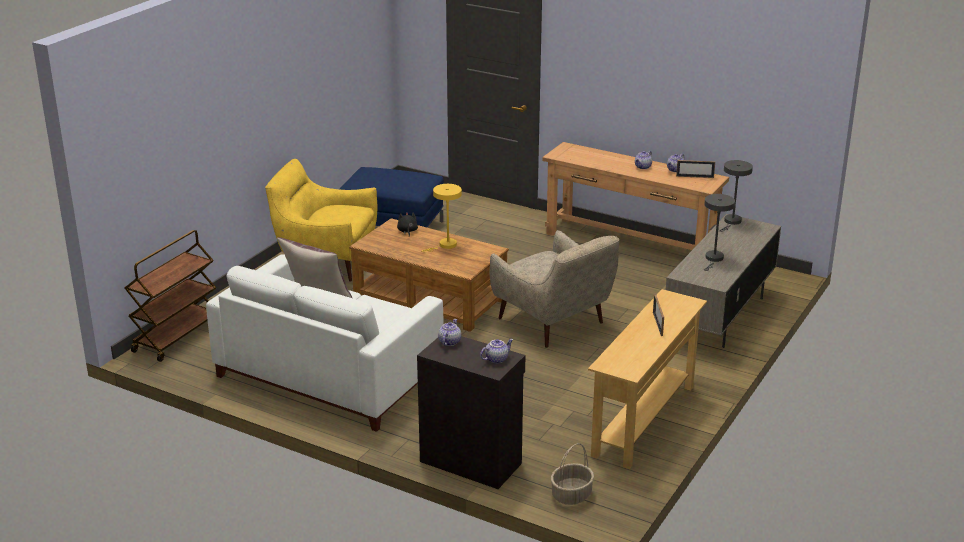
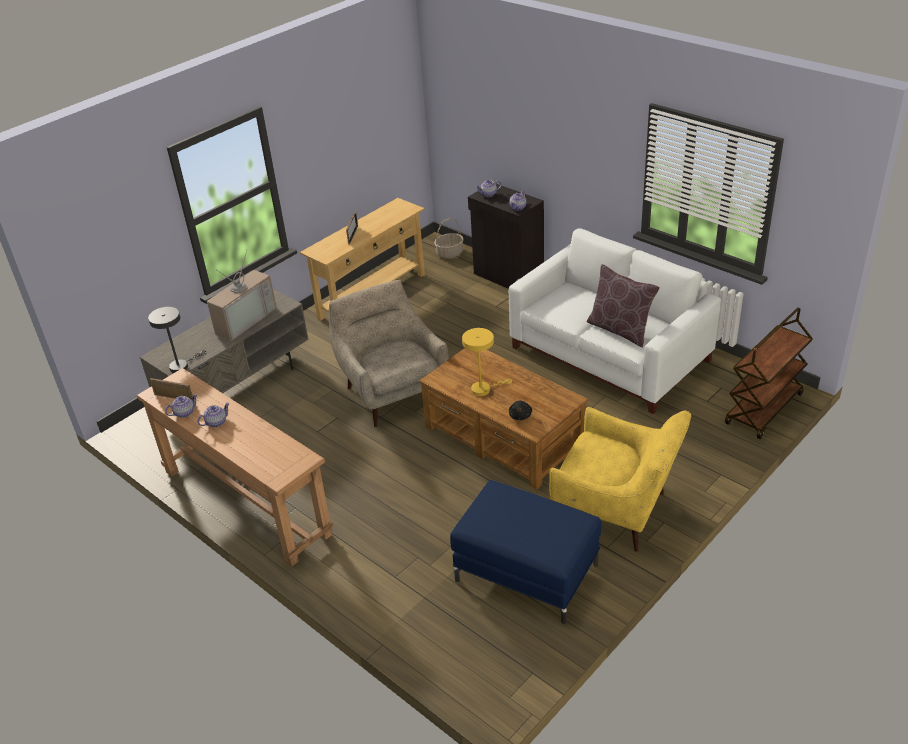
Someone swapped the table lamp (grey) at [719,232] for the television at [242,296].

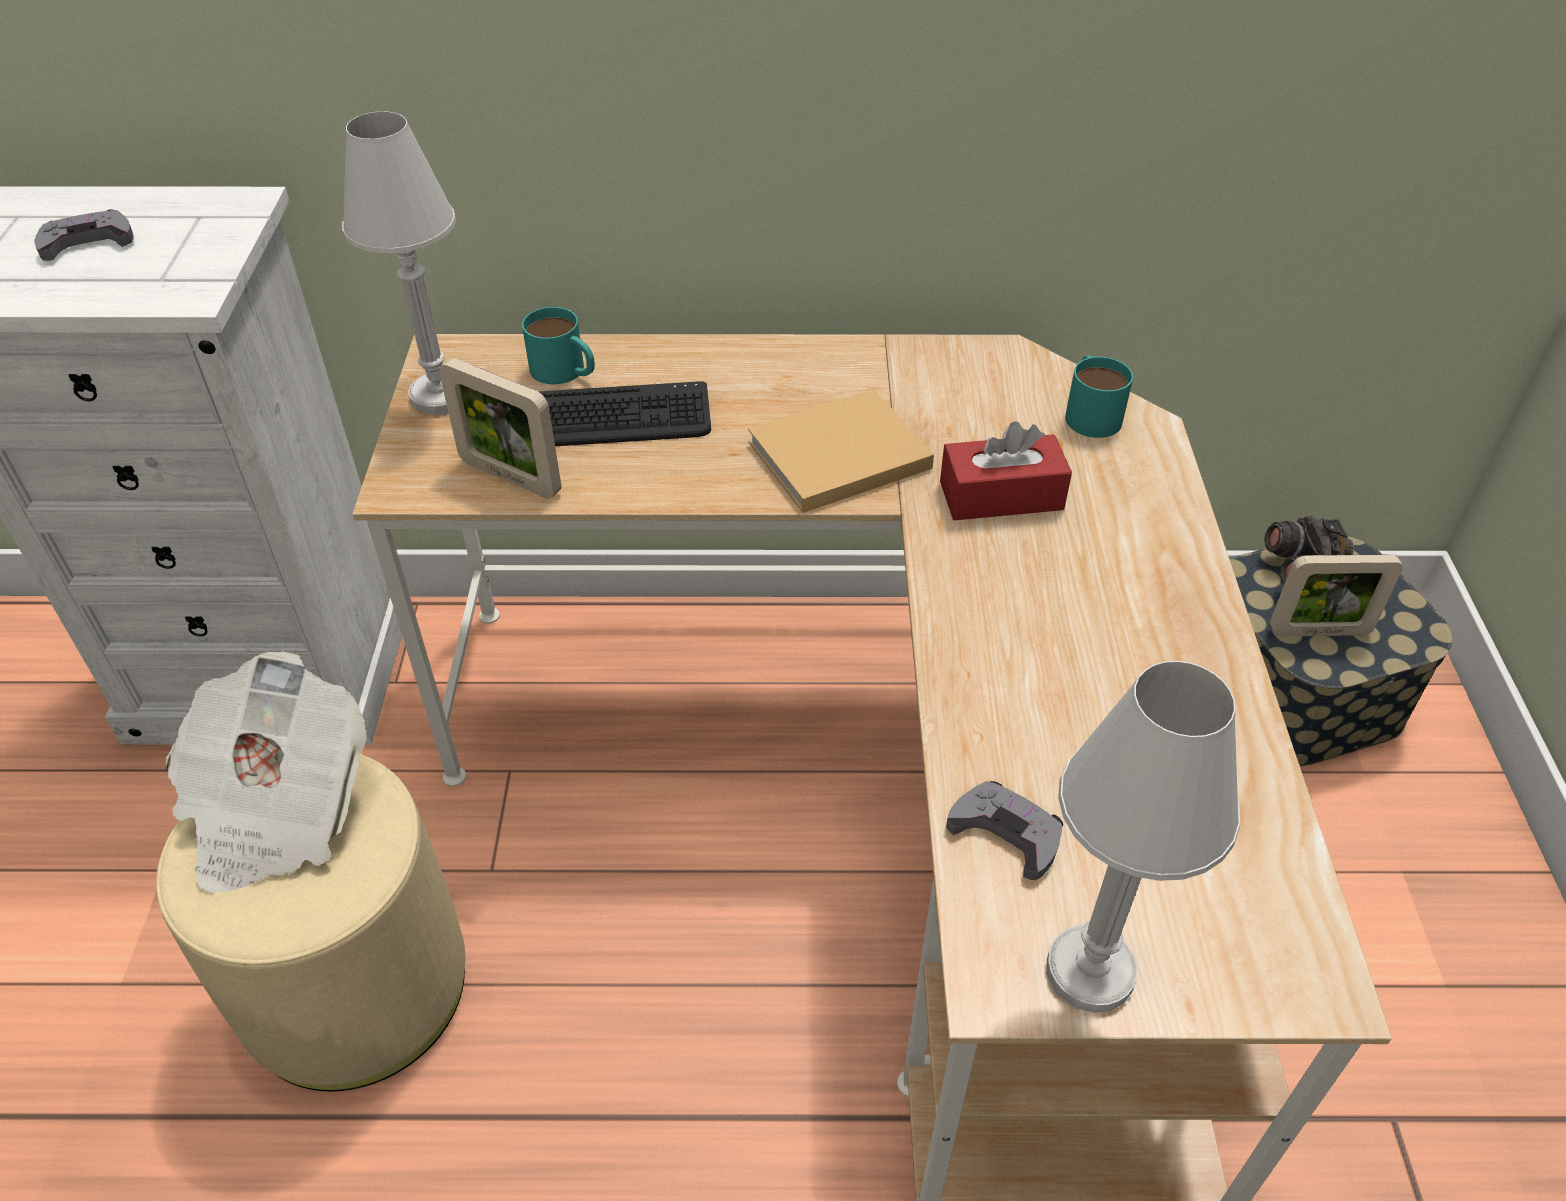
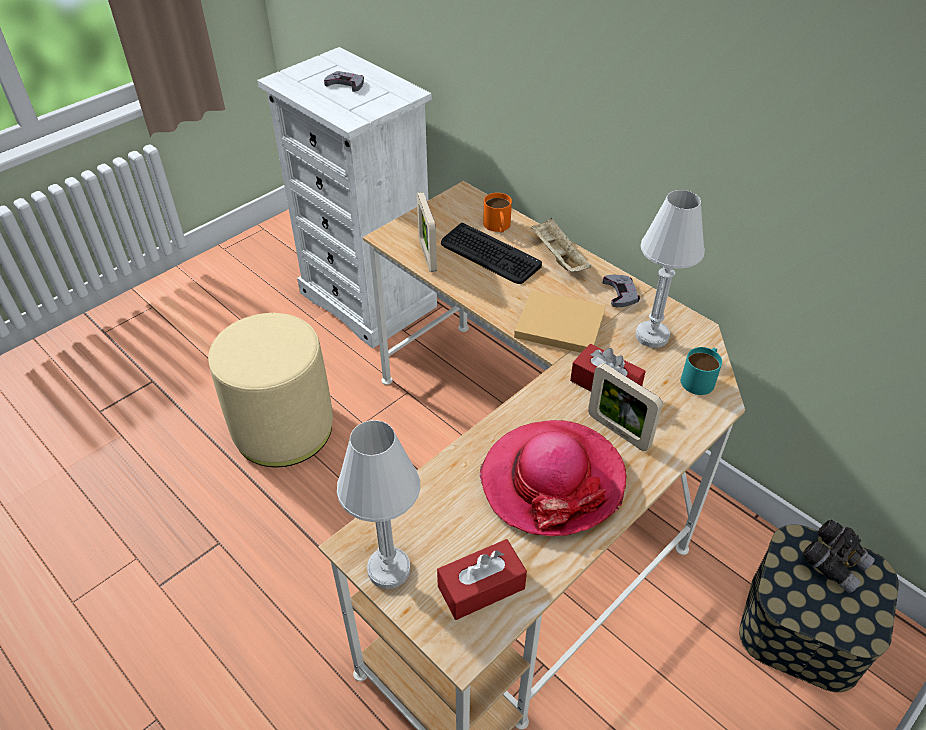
Someone carried the table lamp (white) from [399,263] to [670,269]. Someone repainted the mug (turquoise) at [558,345], which became the mug (orange) at [497,212]. Someone carried the picture frame from [1336,595] to [625,407]. Someone took away the newspaper at [266,772]. Someone carried the game controller (grey) from [1004,830] to [621,291]. Someone put down the tray (beige) at [561,245]. Someone put down the hat at [552,478]. Someone put down the tissue box (red) at [482,579].

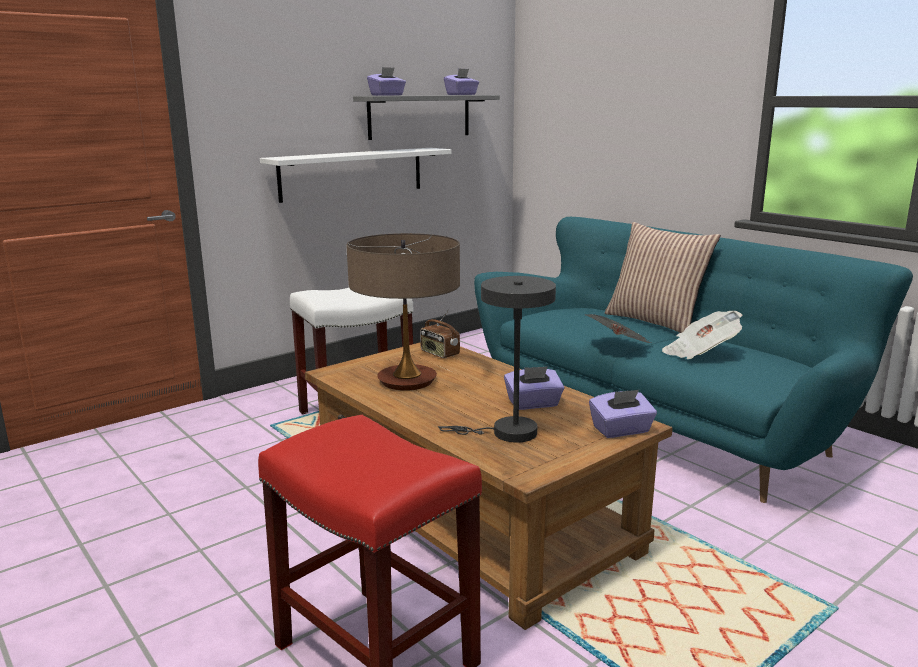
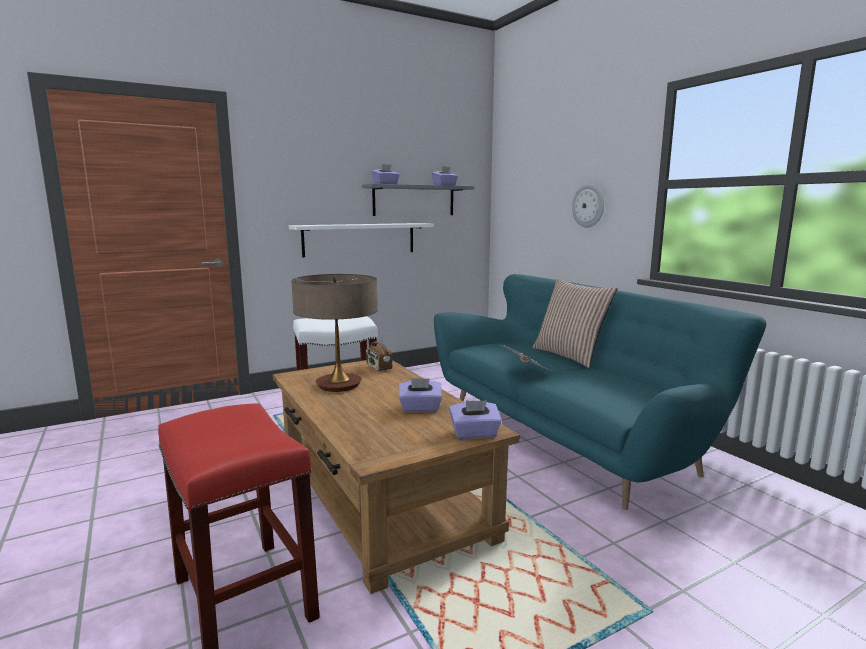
Someone took away the table lamp (grey) at [497,359]. Someone took away the newspaper at [702,335]. Someone put up the wall clock at [588,206].

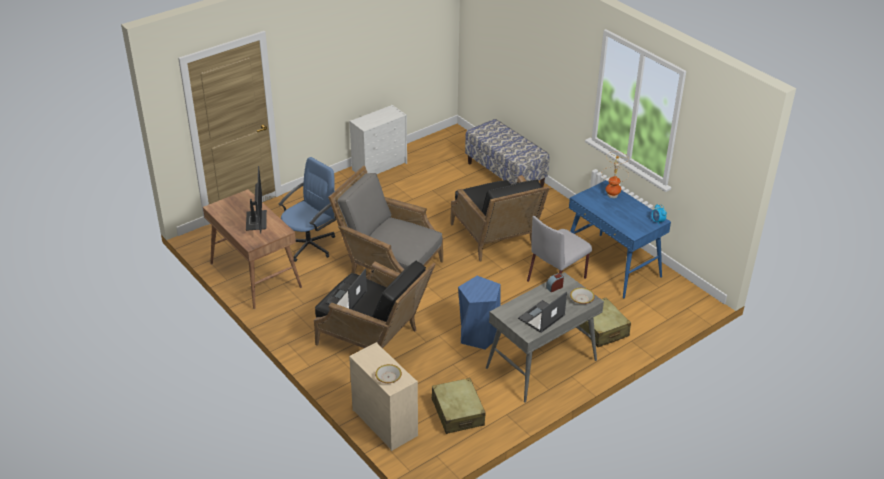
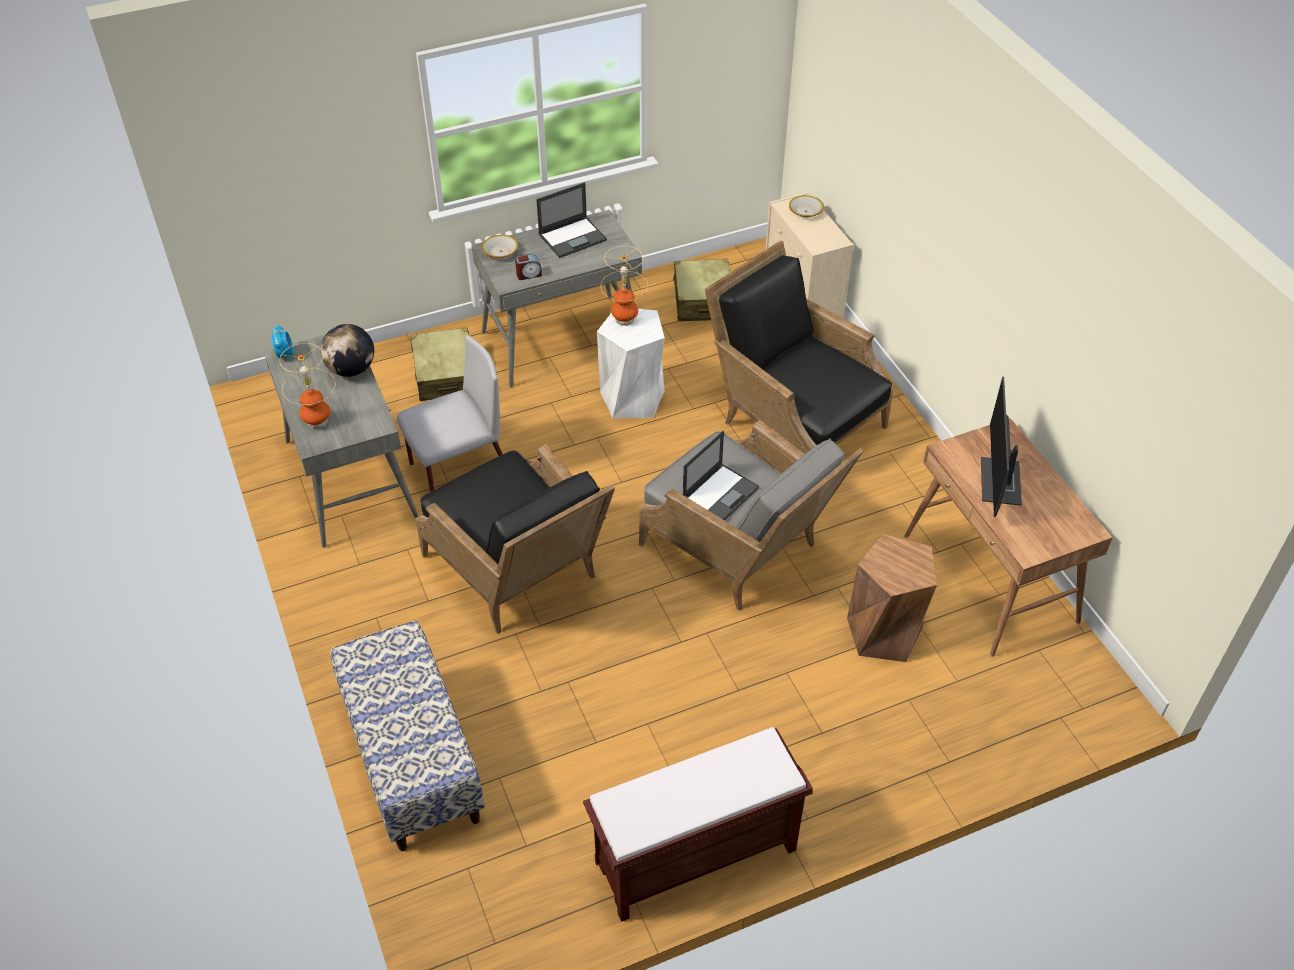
Someone swapped the dresser (white) at [378,139] for the bench (brown) at [698,824]. Someone swapped the office chair (blue) at [307,209] for the stool (brown) at [892,598]. Someone rotated the armchair (black) at [499,218] by 150 degrees clockwise. Someone repainted the desk (blue) at [620,239], which became the desk (grey) at [341,441]. Someone carried the laptop from [346,289] to [721,475]. Someone repainted the stool (blue) at [479,313], which became the stool (white) at [631,363]. Someone put down the table lamp at [624,286]. Someone put down the globe at [347,350].

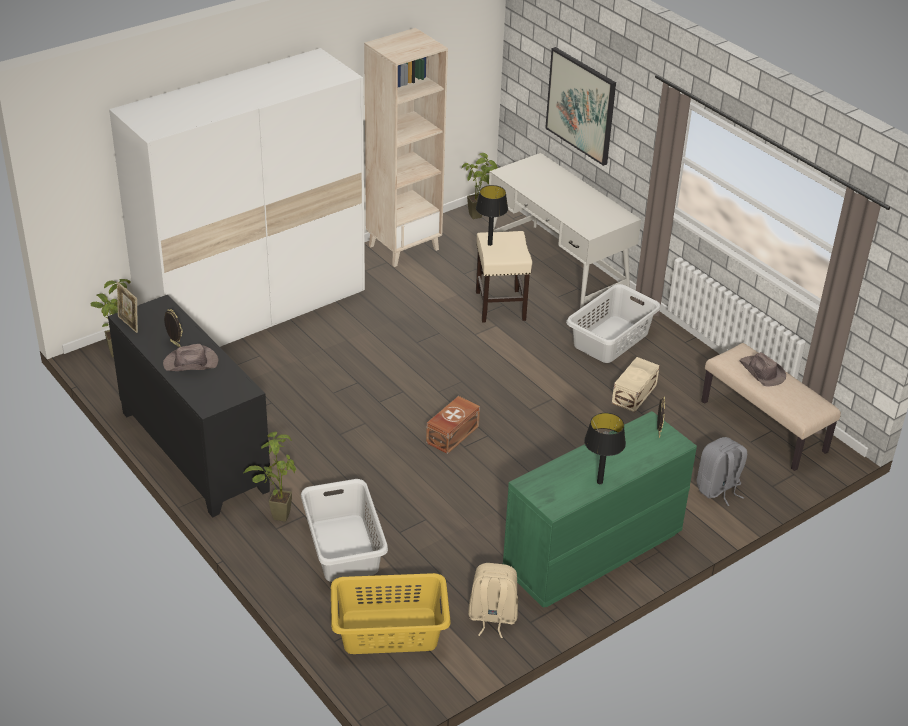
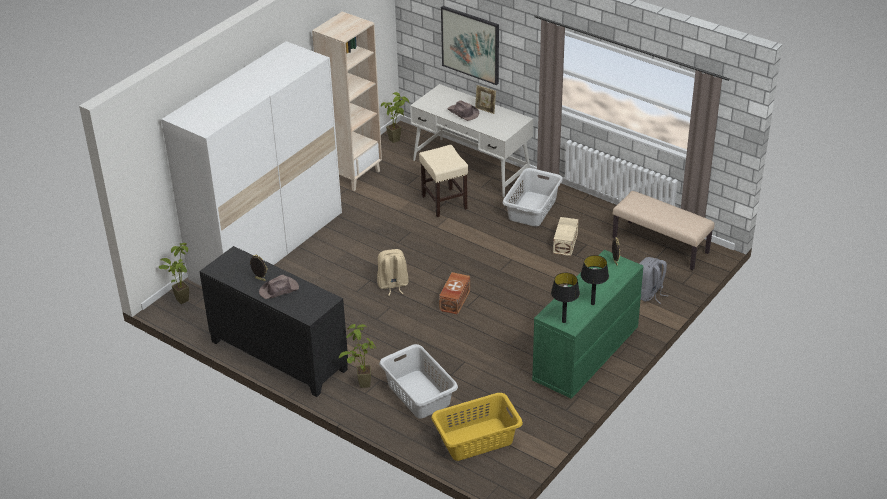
Someone carried the table lamp (black) from [492,215] to [565,297]. Someone carried the picture frame from [127,307] to [485,99]. Someone carried the hat (brown) from [763,369] to [463,110]. Someone carried the backpack (beige) from [493,600] to [393,272].

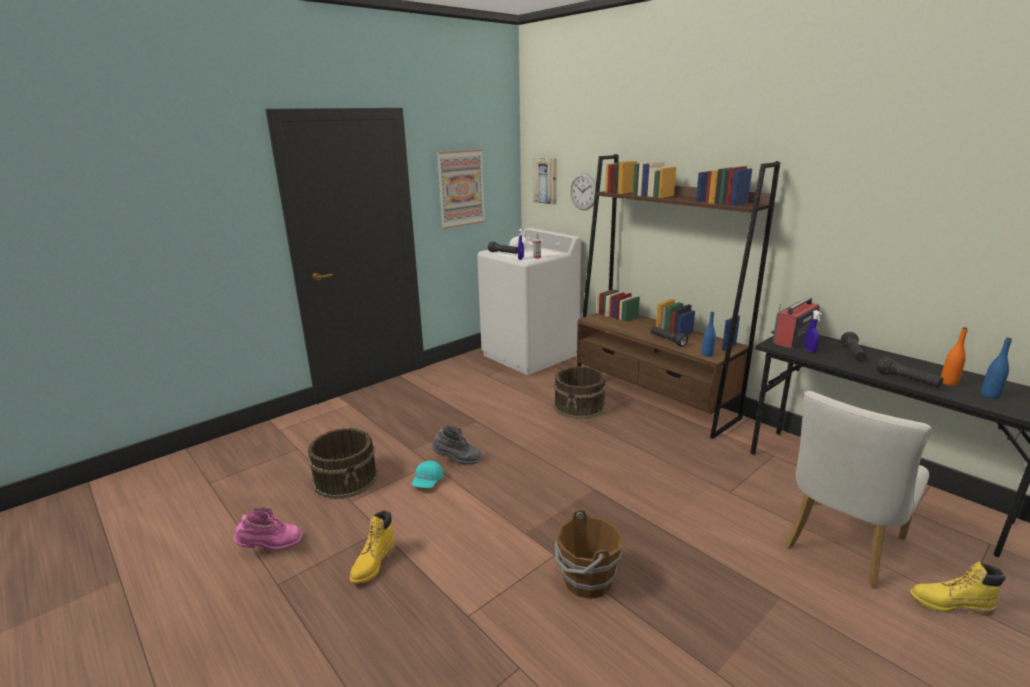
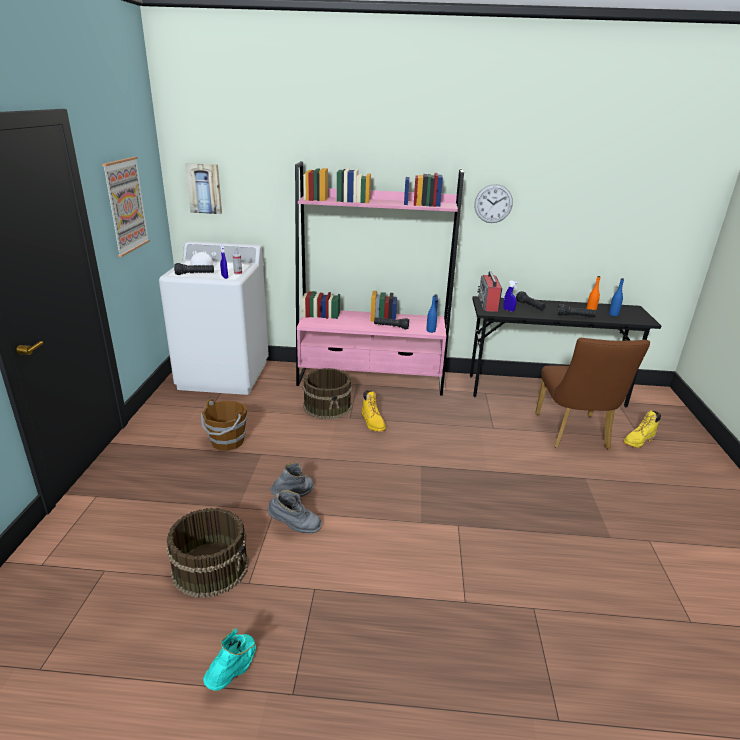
Someone repainted the bookcase (brown) at [678,296], which became the bookcase (pink) at [379,278]. Someone carried the wall clock from [583,191] to [493,203]. Someone repainted the chair (white) at [858,489], which became the chair (brown) at [592,393]. Someone swapped the cap (turquoise) at [427,474] for the boot (grey) at [295,511]. Someone repainted the boot (pink) at [268,529], which became the boot (turquoise) at [229,659]. Someone carried the bucket (brown) from [589,554] to [224,425]. Someone carried the boot (yellow) from [373,547] to [374,411].

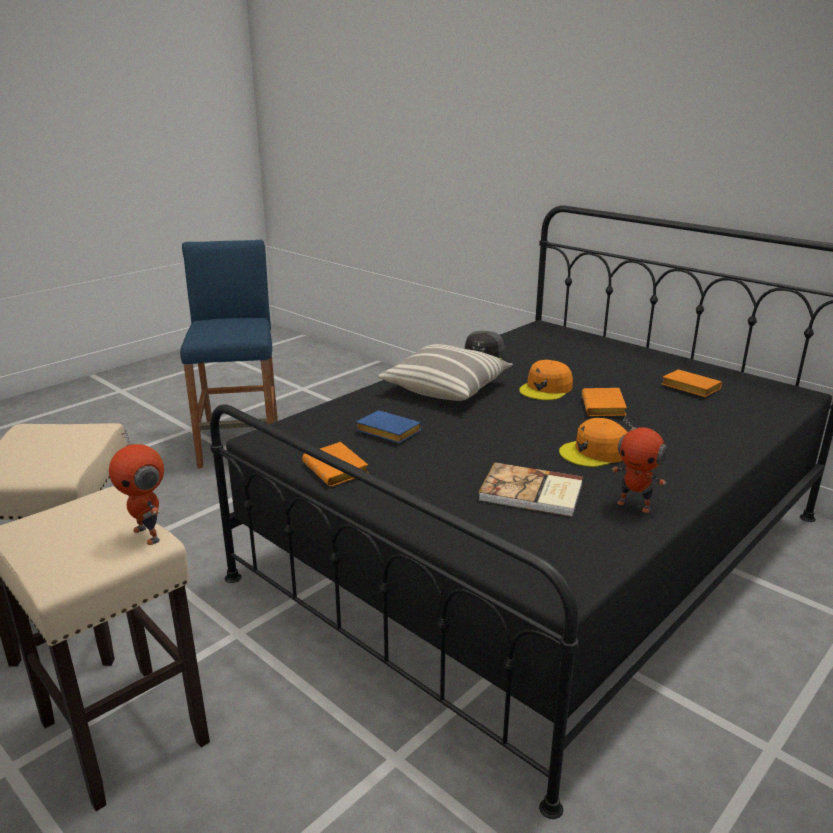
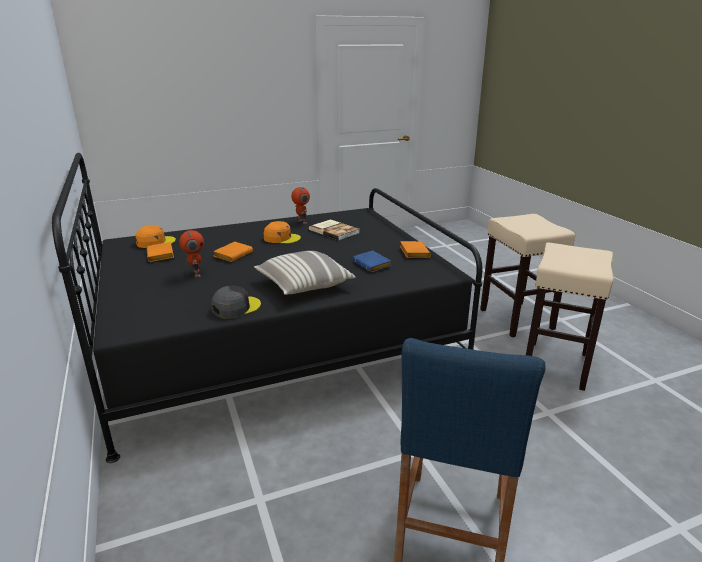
Someone carried the cap (orange) from [546,380] to [156,236]. Someone carried the toy robot from [136,487] to [191,253].

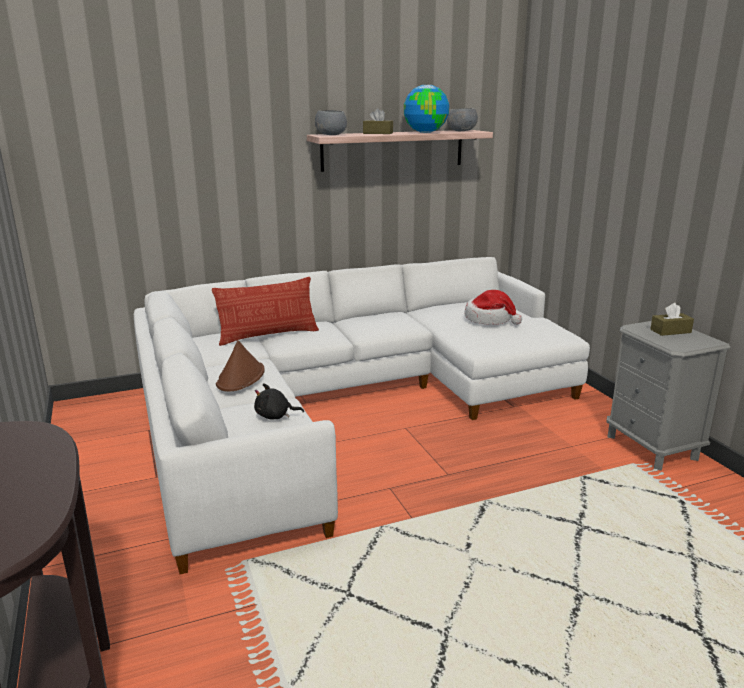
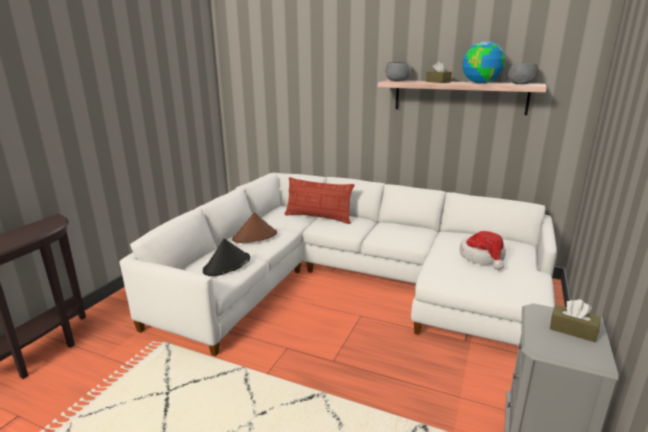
Someone swapped the plush toy (black) at [279,401] for the hat (black) at [226,257].

